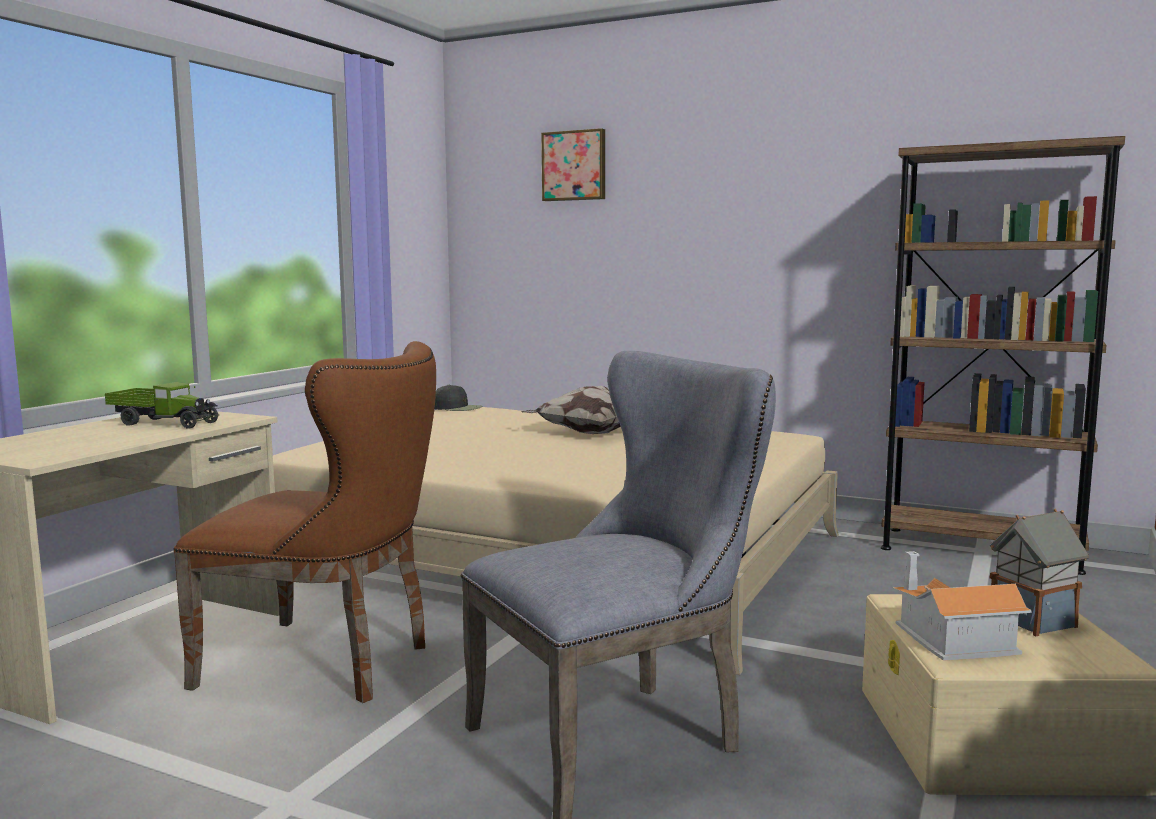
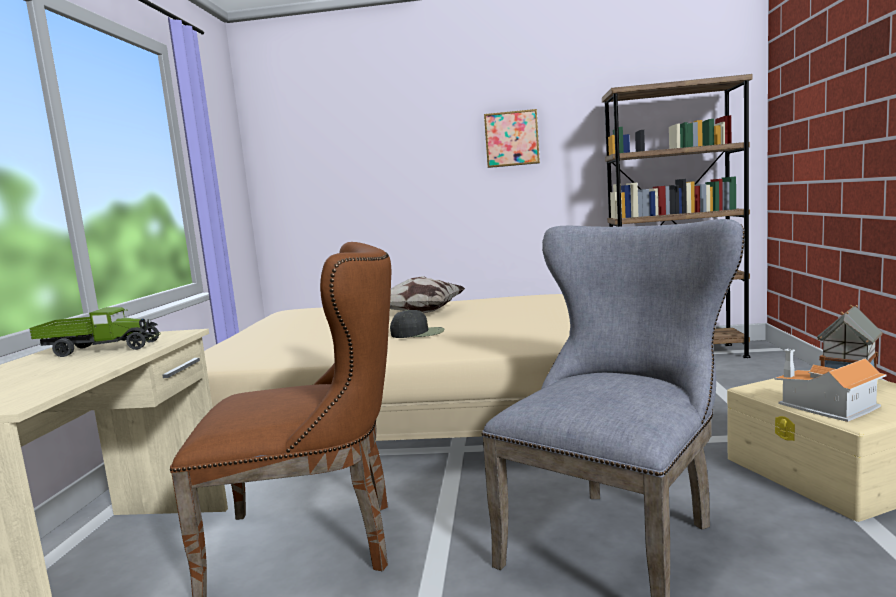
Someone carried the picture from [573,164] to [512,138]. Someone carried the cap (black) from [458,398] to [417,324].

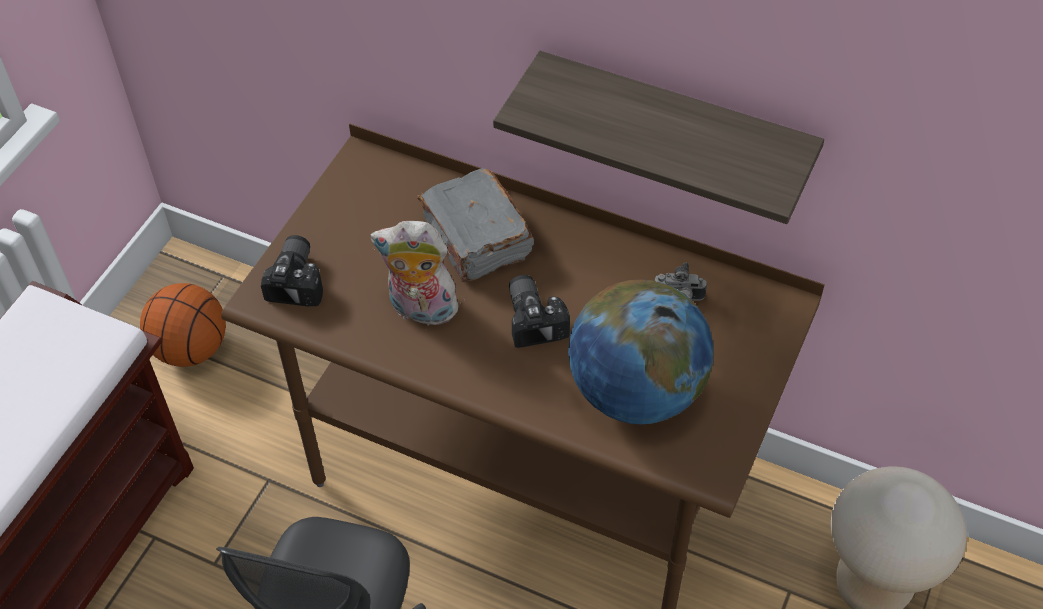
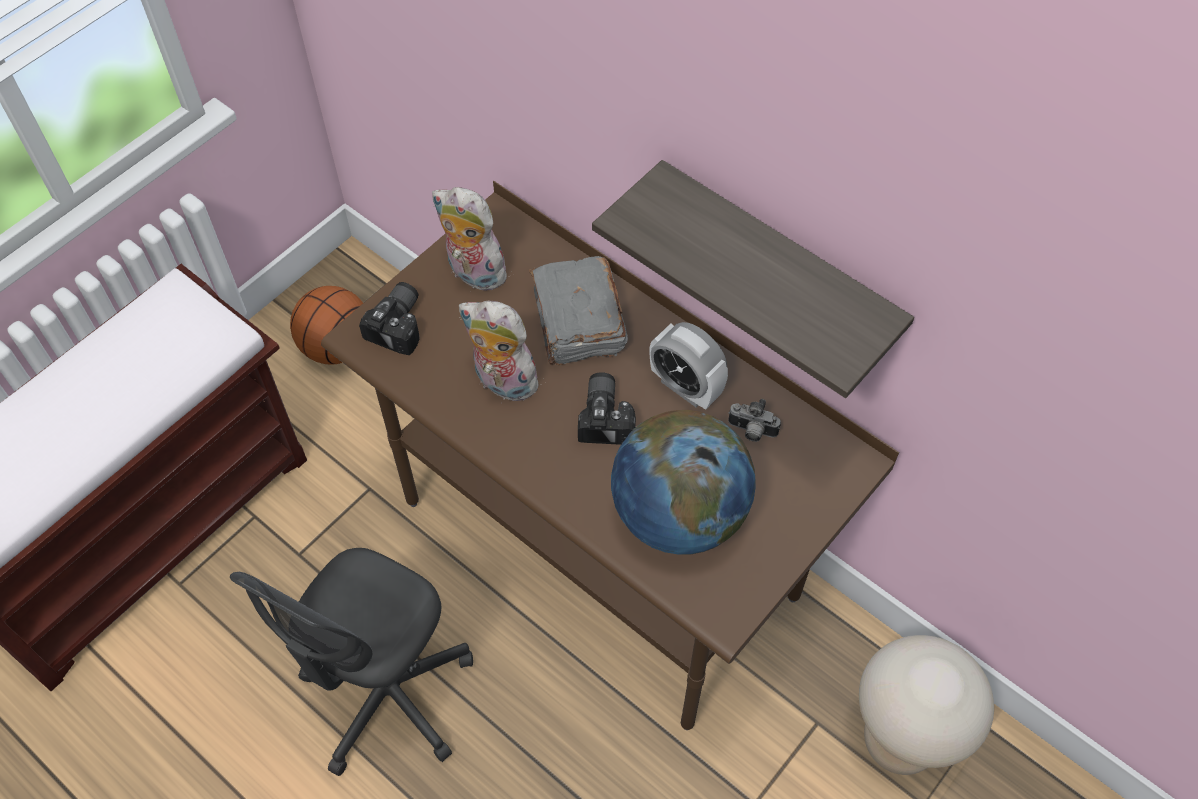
Someone put down the plush toy at [469,239]. Someone put down the alarm clock at [689,365].

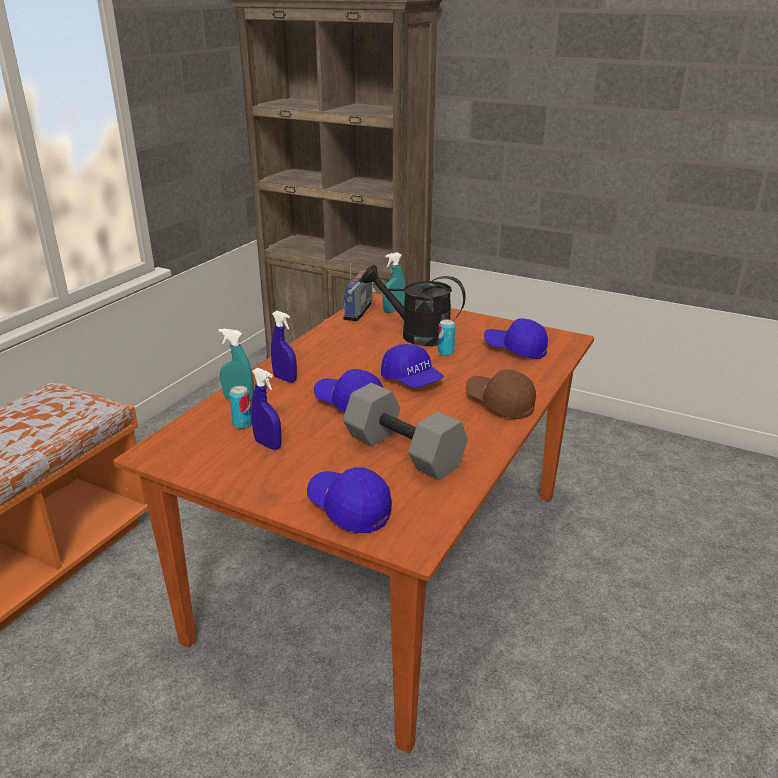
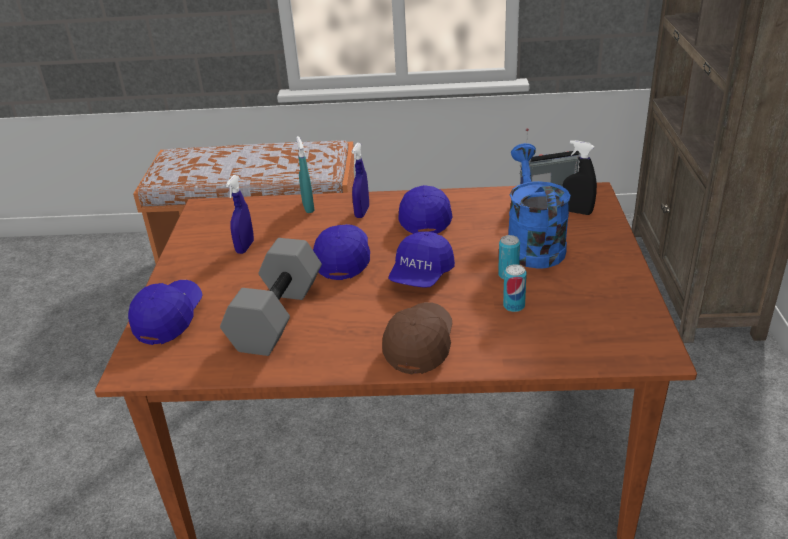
Someone repainted the spray bottle (turquoise) at [393,282], which became the spray bottle (black) at [579,177]. Someone repainted the watering can (black) at [414,305], which became the watering can (blue) at [539,206]. Someone carried the cap (blue) from [516,338] to [426,209]. Someone carried the can from [240,407] to [515,288].

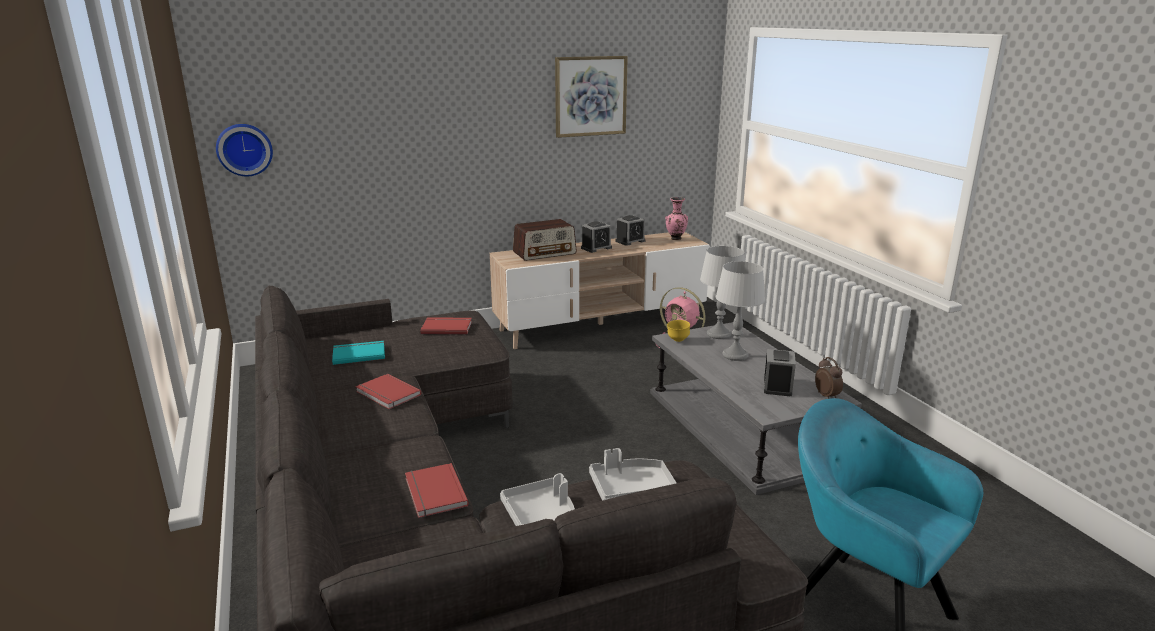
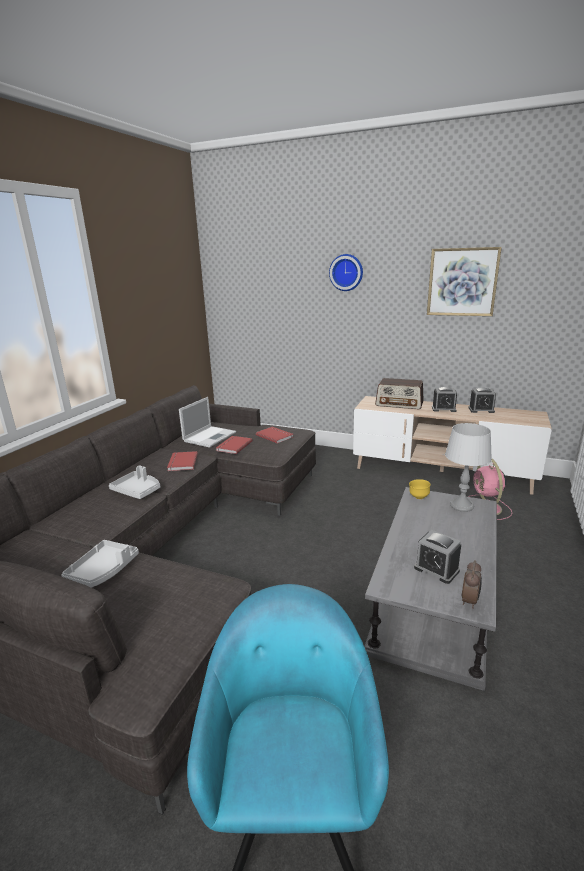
Someone carried the wall clock from [244,150] to [346,272]. Someone took away the vase (pink) at [676,218]. Someone took away the table lamp (grey) at [740,311]. Someone swapped the book (turquoise) at [358,353] for the laptop at [207,422]. Someone rotated the alarm clock at [780,372] by 75 degrees clockwise. Someone carried the tray (grey) from [632,474] to [134,482]. Someone carried the book (red) from [437,490] to [234,445].

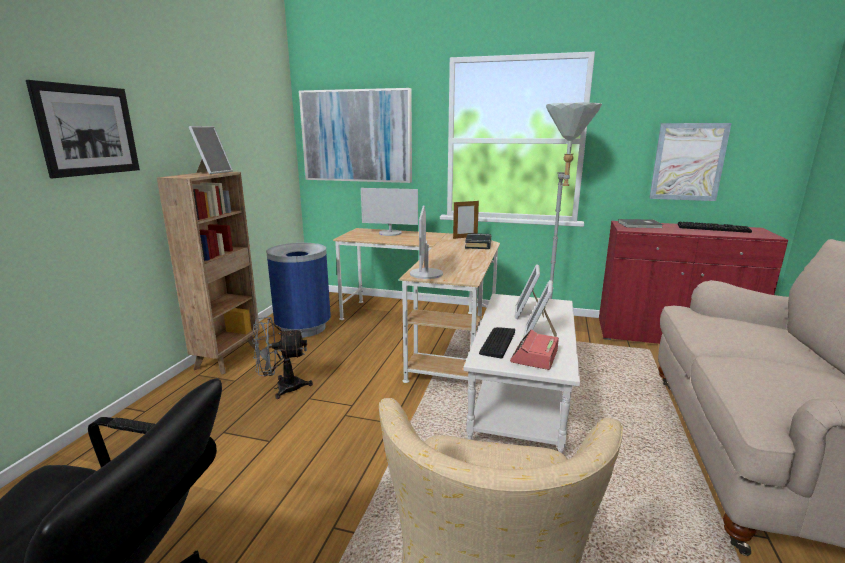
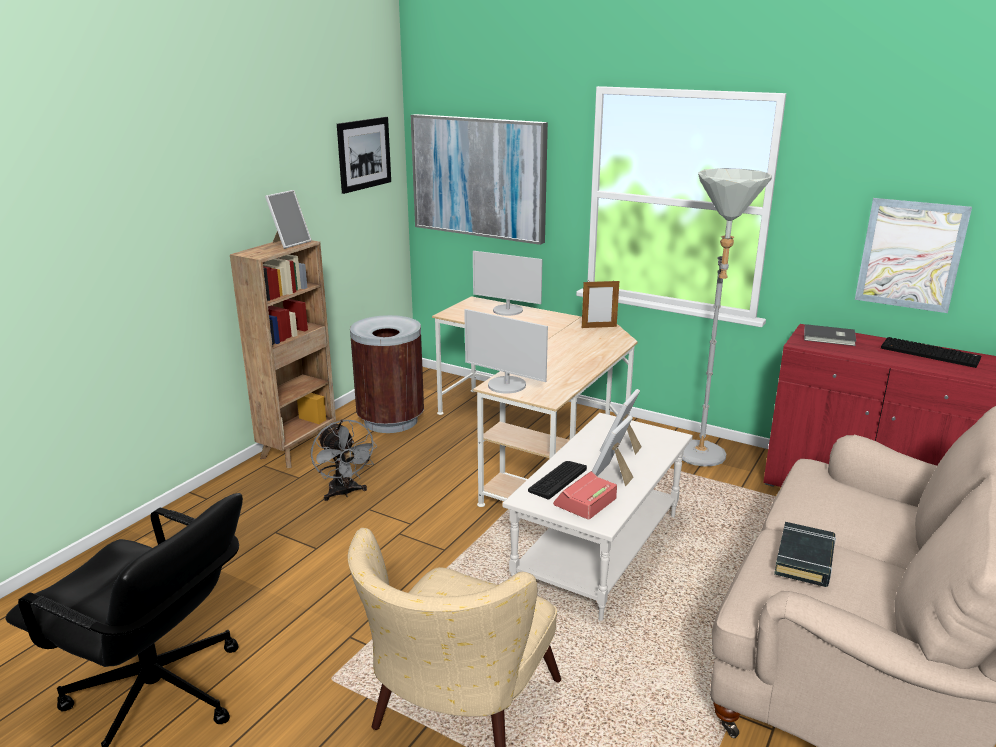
Someone carried the picture from [83,129] to [364,155]. Someone rotated the monitor at [426,242] by 75 degrees counterclockwise. Someone carried the book (black) from [478,241] to [805,554]. Someone repainted the trash can (blue) at [298,290], which became the trash can (brown) at [387,374]. Someone rotated the fan (grey) at [282,358] by 120 degrees counterclockwise.

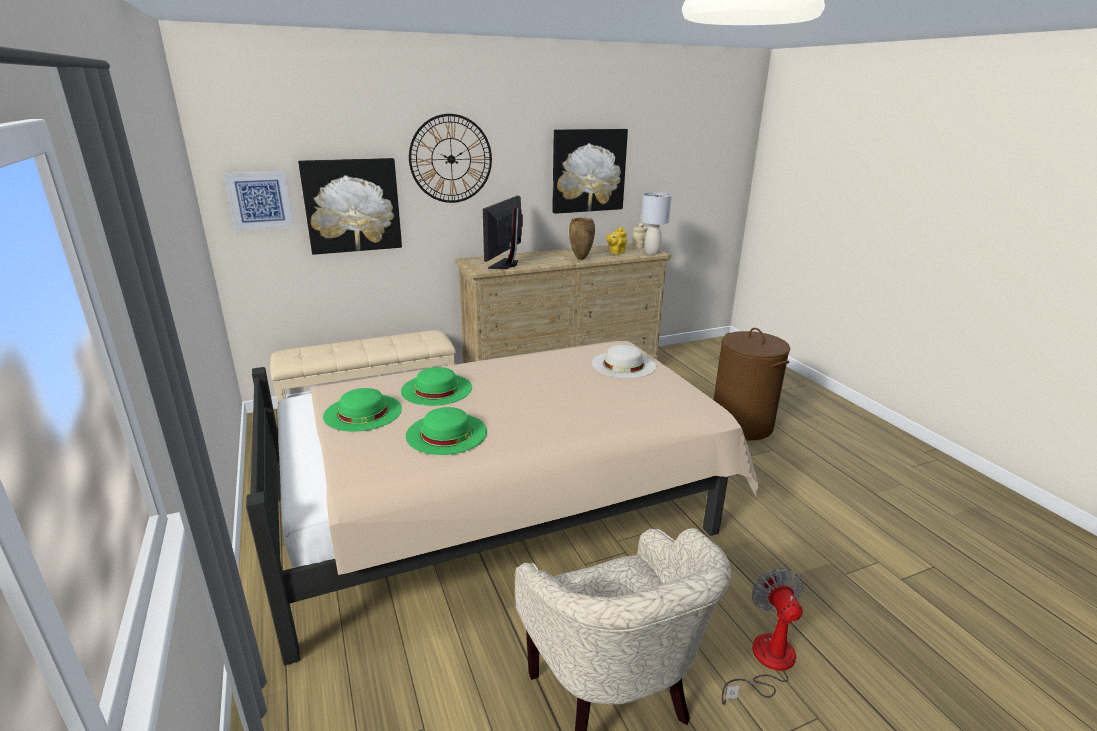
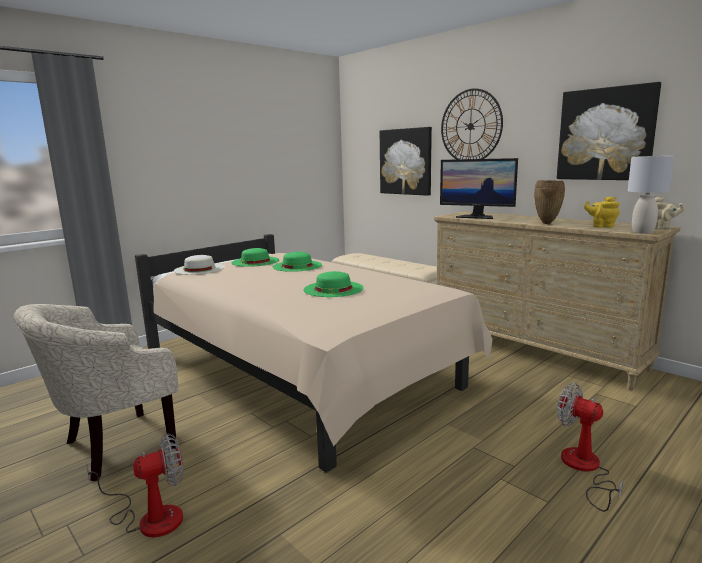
Someone took away the picture at [259,201]. Someone rotated the monitor at [503,232] by 150 degrees counterclockwise. Someone swapped the laundry basket (brown) at [751,384] for the fan at [590,447]. Someone carried the hat (white) from [624,361] to [199,265]. Someone carried the hat (green) from [446,431] to [334,284].

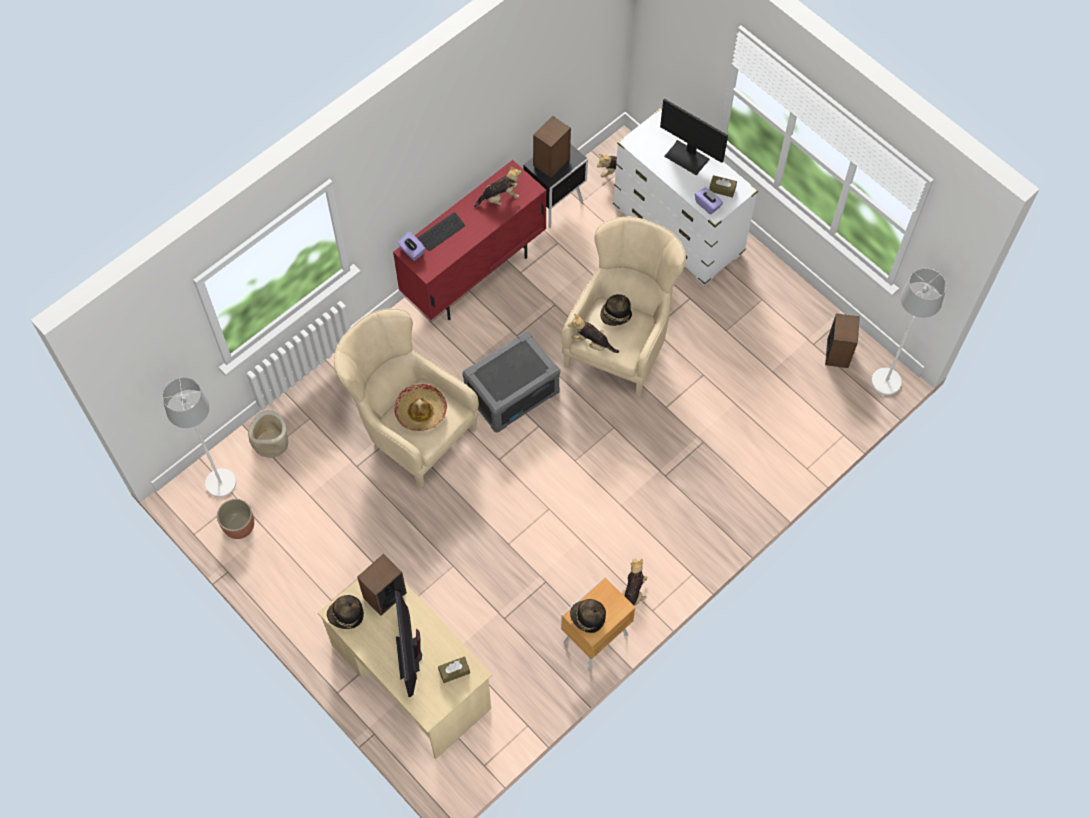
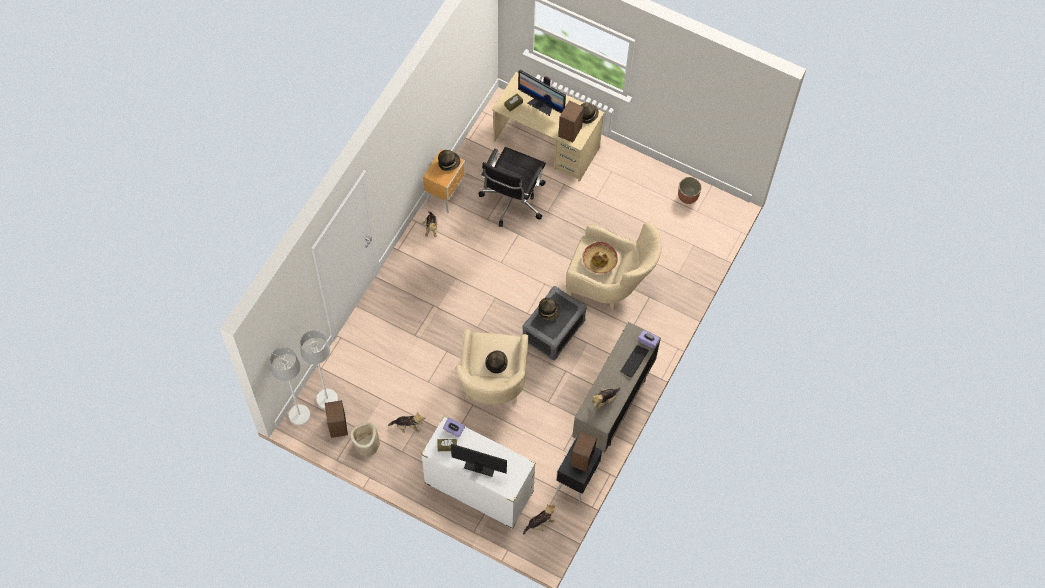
Someone repainted the cabinet (red) at [470,240], which became the cabinet (beige) at [616,387]. Someone carried the plush toy from [593,333] to [406,422]. Someone carried the floor lamp (white) from [199,437] to [319,369]. Someone carried the planter (beige) from [268,434] to [365,439]. Someone rotated the monitor at [408,644] by 150 degrees clockwise. Someone put down the office chair (black) at [512,187]. Someone put down the hat at [549,309].

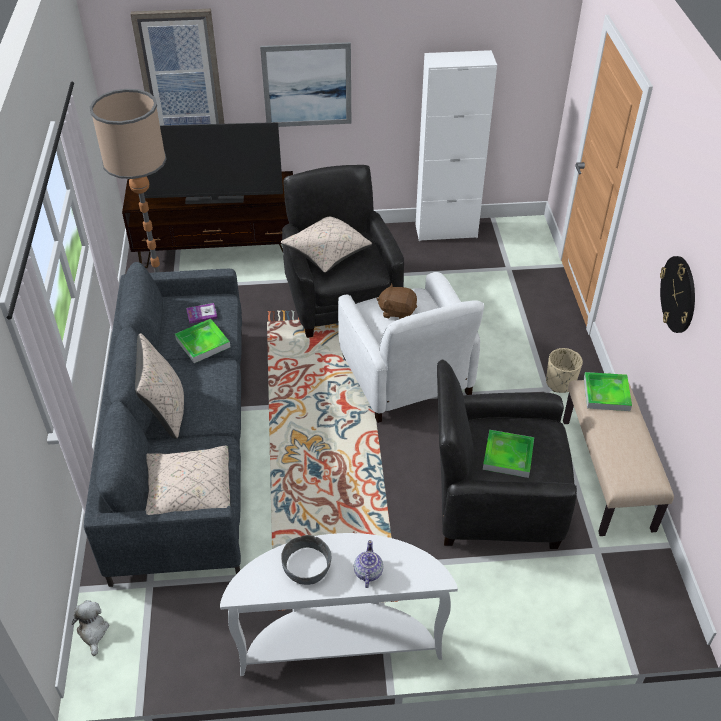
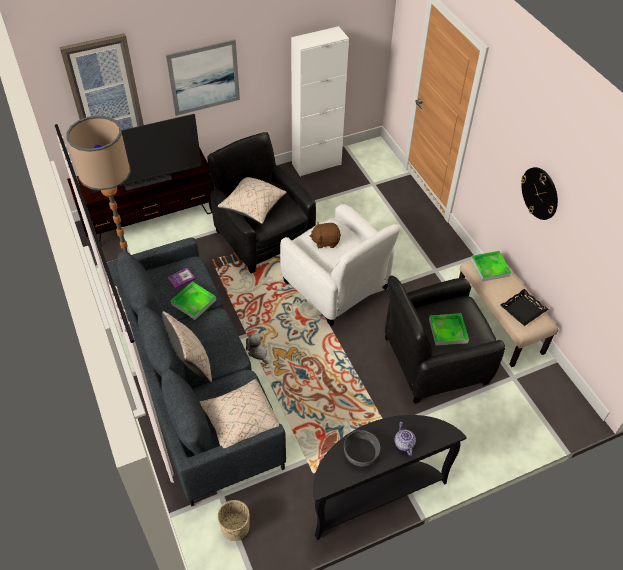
Someone carried the planter (beige) from [564,370] to [233,520]. Someone repainted the console table (white) at [339,604], which became the console table (black) at [390,477]. Someone carried the plush toy from [90,628] to [257,348]. Someone put down the tray (black) at [524,307].

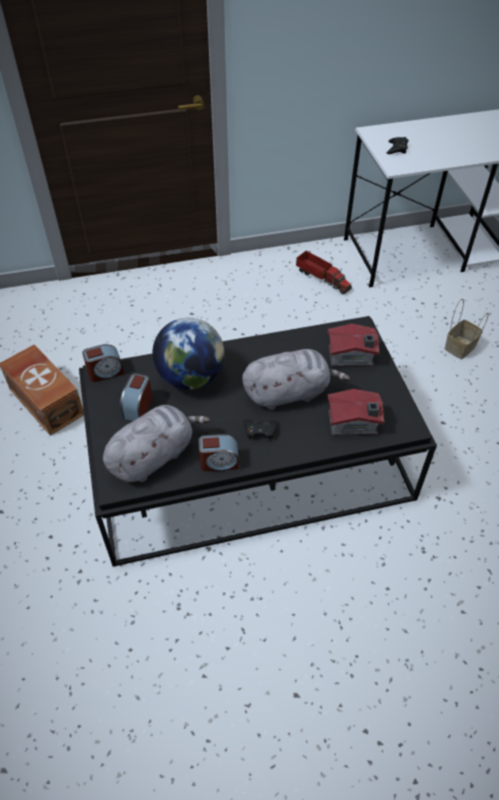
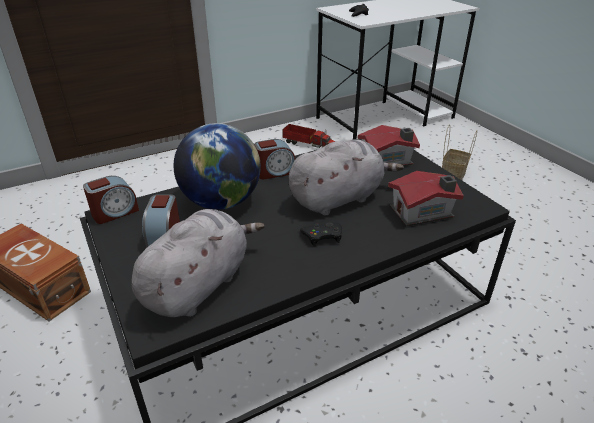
Someone carried the alarm clock from [218,452] to [274,159].

